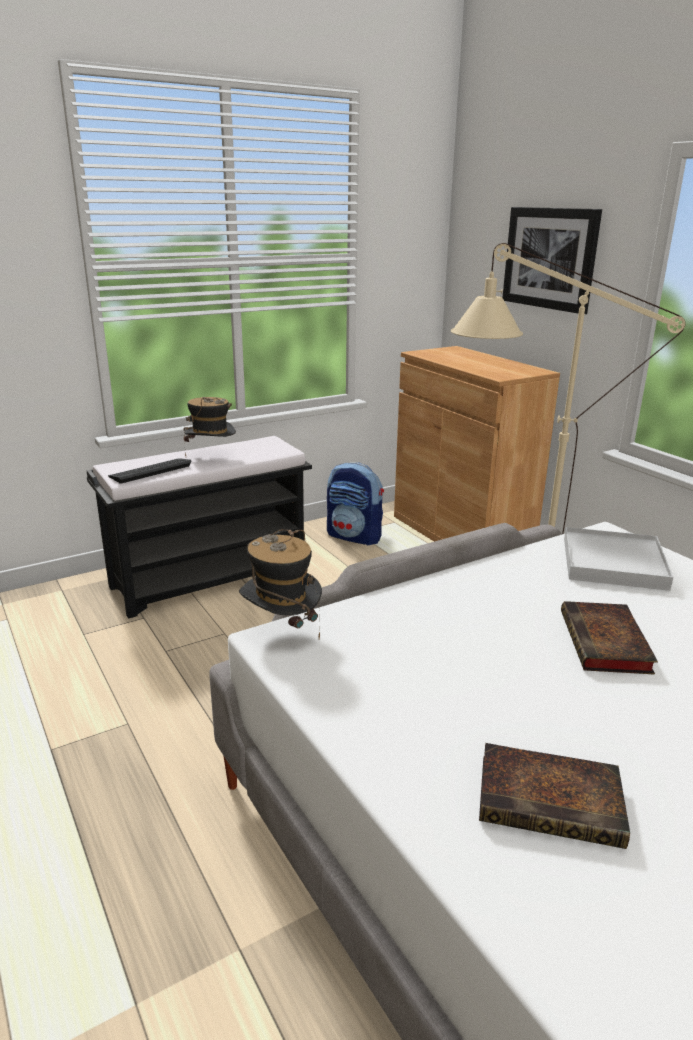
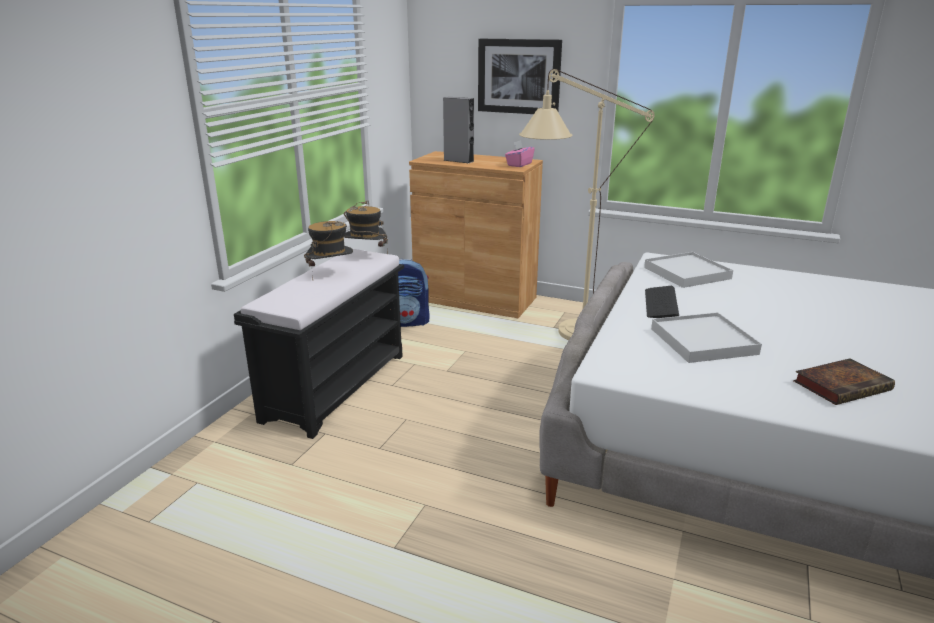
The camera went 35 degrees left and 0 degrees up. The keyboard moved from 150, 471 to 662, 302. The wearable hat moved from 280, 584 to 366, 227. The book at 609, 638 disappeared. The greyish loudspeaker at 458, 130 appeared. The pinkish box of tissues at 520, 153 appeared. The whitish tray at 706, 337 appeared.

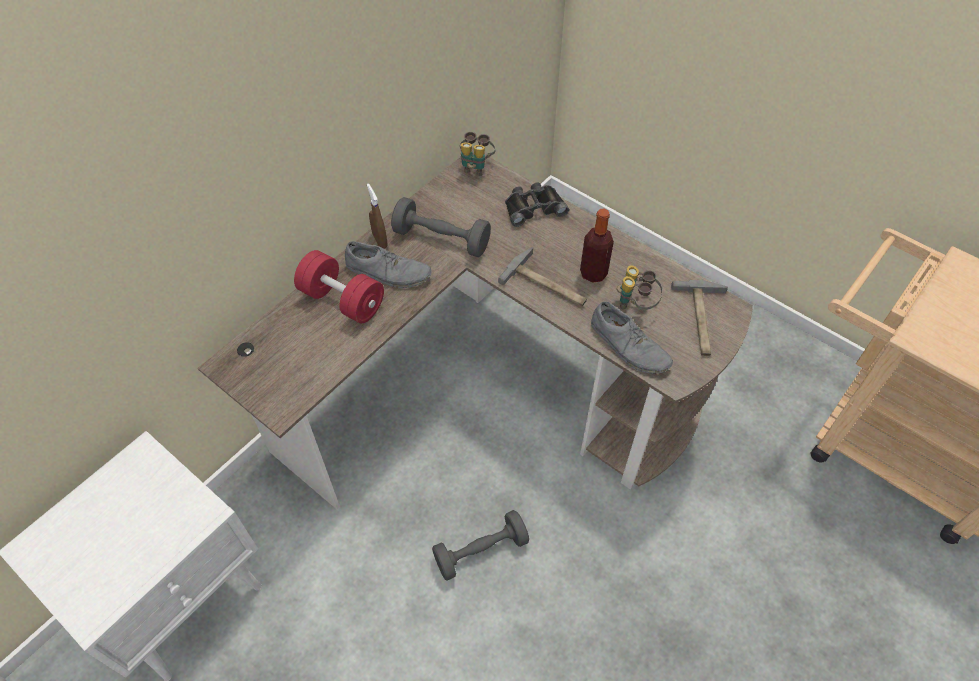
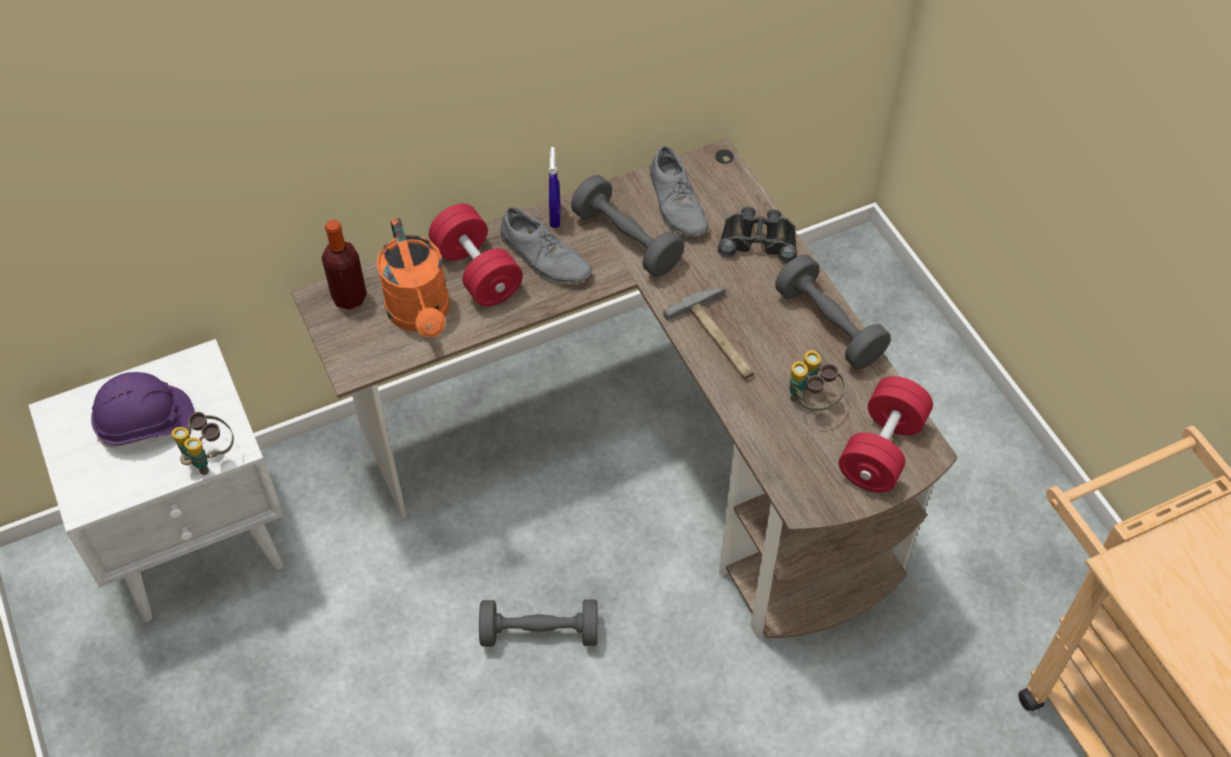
The camera went 25 degrees right and 0 degrees up. The brown-coloured spray bottle at 377, 216 became the blue-coloured spray bottle at 555, 187. The binoculars moved from 477, 154 to 202, 443. The beverage bottle moved from 597, 245 to 344, 265. The greyish shoe moved from 632, 337 to 679, 191. The tool hammer at 699, 318 was replaced by the red-coloured free weight at 886, 434. The purplish work helmet at 143, 409 appeared. The orange-coloured watering pot at 413, 278 appeared. The greyish free weight at 833, 312 appeared.

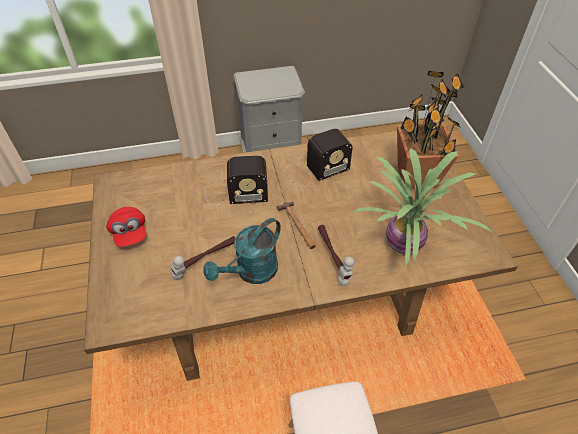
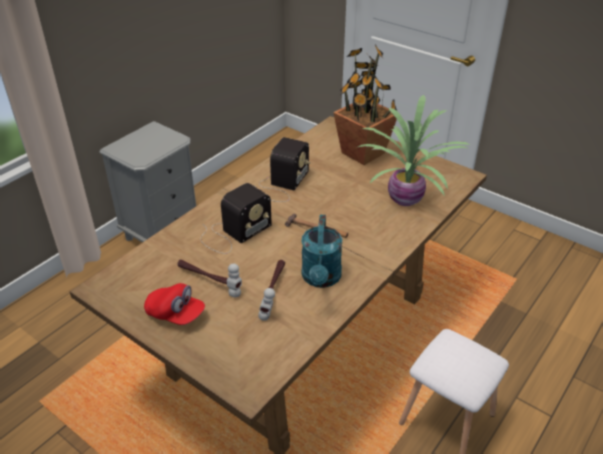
The camera went 40 degrees left and 10 degrees down. The tool hammer moved from 336, 255 to 209, 278.

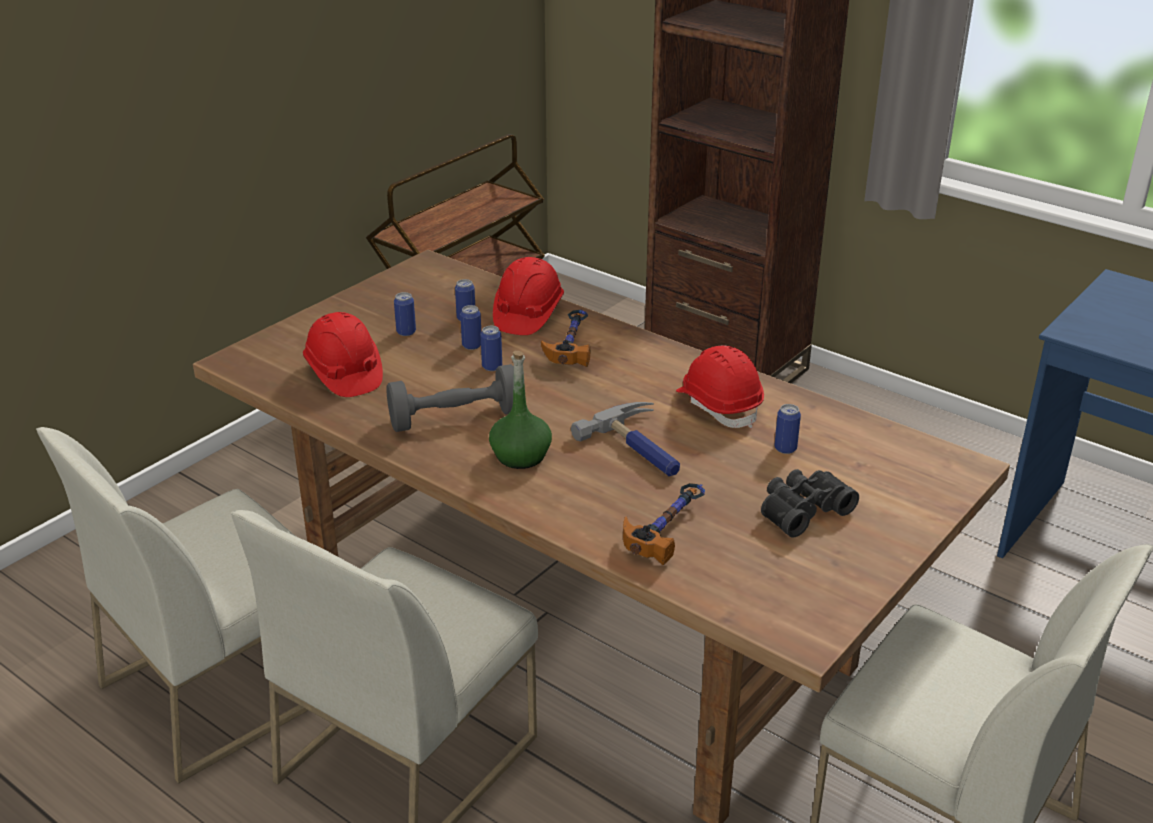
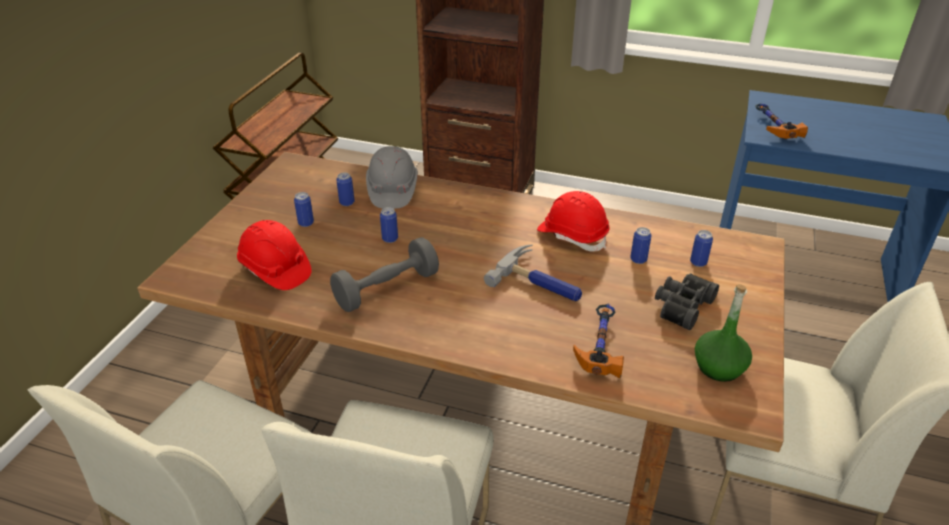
The camera went 20 degrees left and 5 degrees up. The metal can moved from 470, 327 to 701, 248. The greenish beverage bottle moved from 520, 410 to 723, 333. The red-coloured work helmet at 528, 296 became the greyish work helmet at 392, 177. The tool hammer moved from 565, 338 to 781, 121.

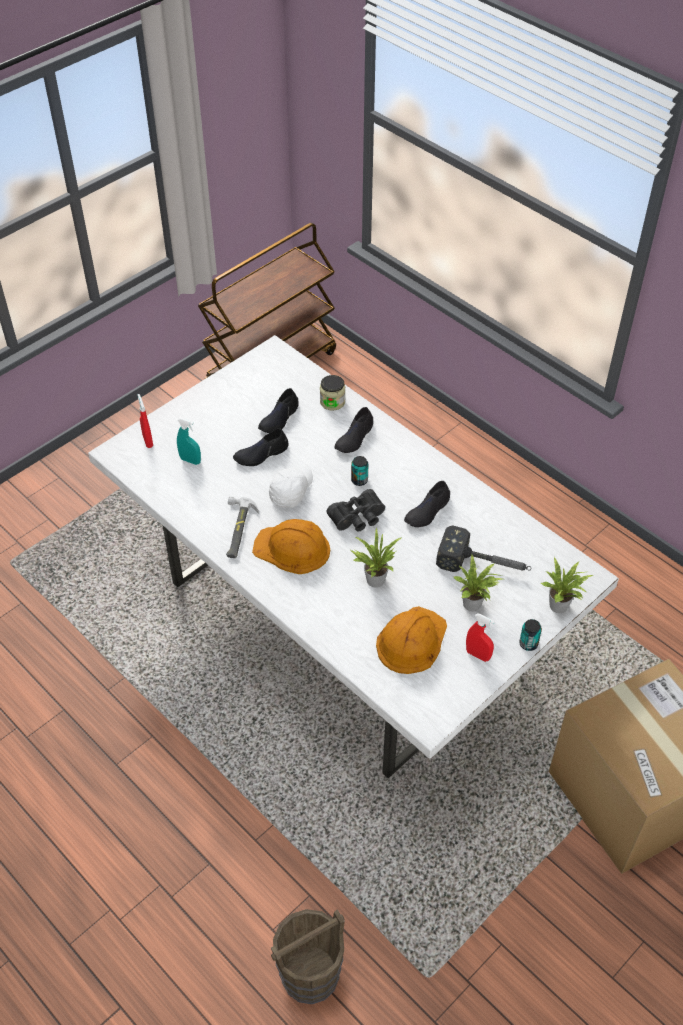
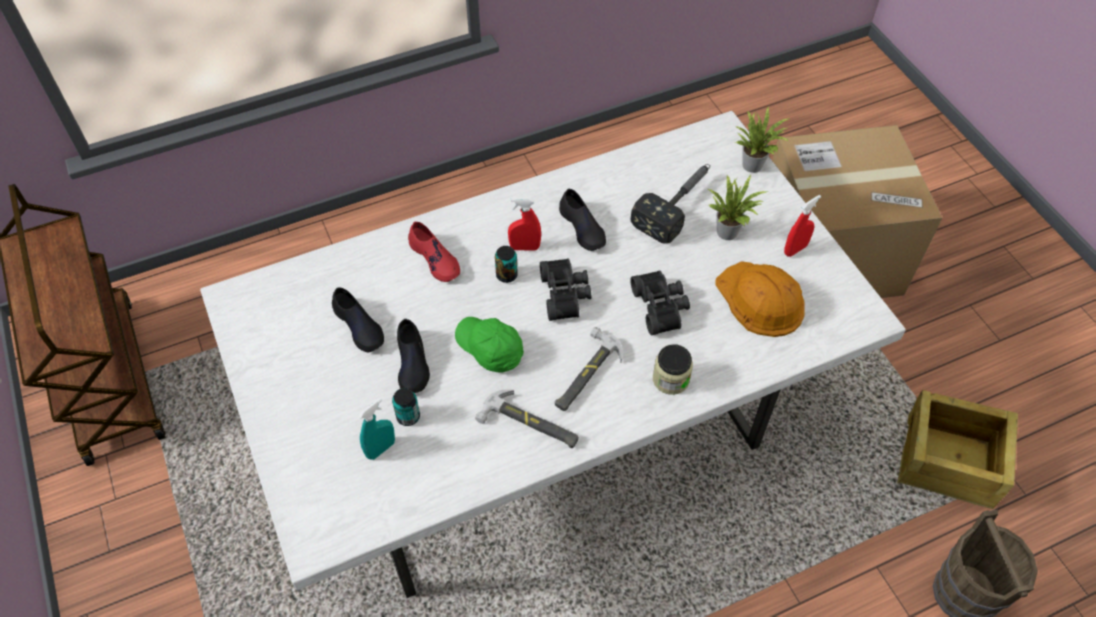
The camera went 70 degrees left and 5 degrees up. The red-coloured spray bottle moved from 145, 421 to 524, 224. The orange-coloured work helmet at 291, 546 was replaced by the tool hammer at 589, 369. The whitish cap at 291, 486 became the greenish cap at 489, 344. The jar moved from 332, 392 to 673, 369. The black-coloured shoe at 353, 430 became the red-coloured shoe at 434, 251. The potted plant at 375, 558 was replaced by the black-coloured binoculars at 660, 302. The metal can moved from 530, 635 to 406, 407. The crate at 957, 449 appeared.

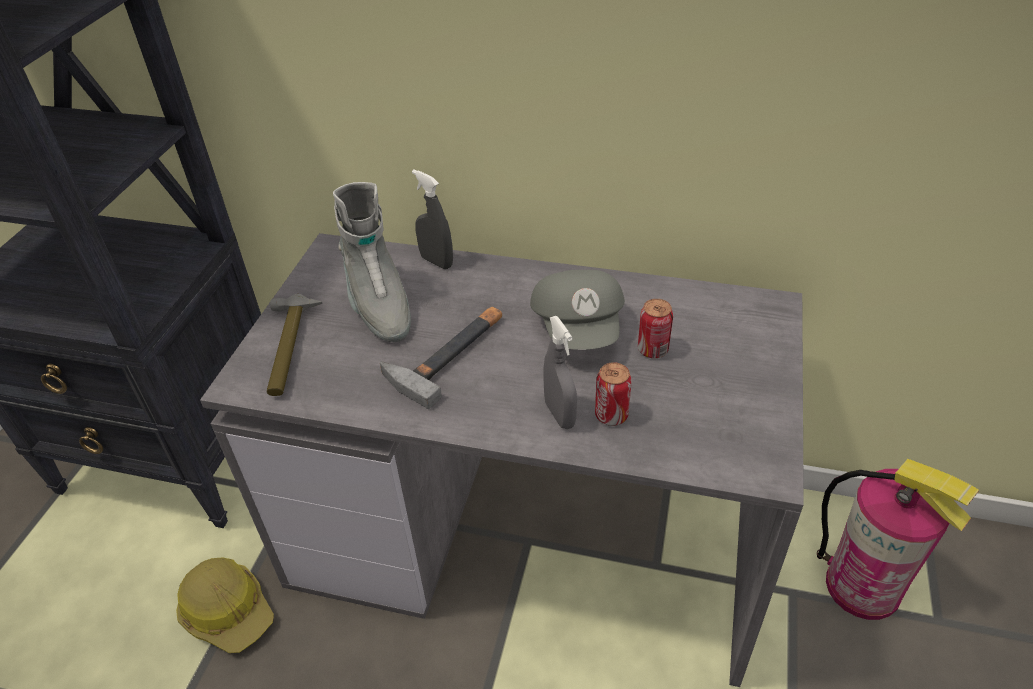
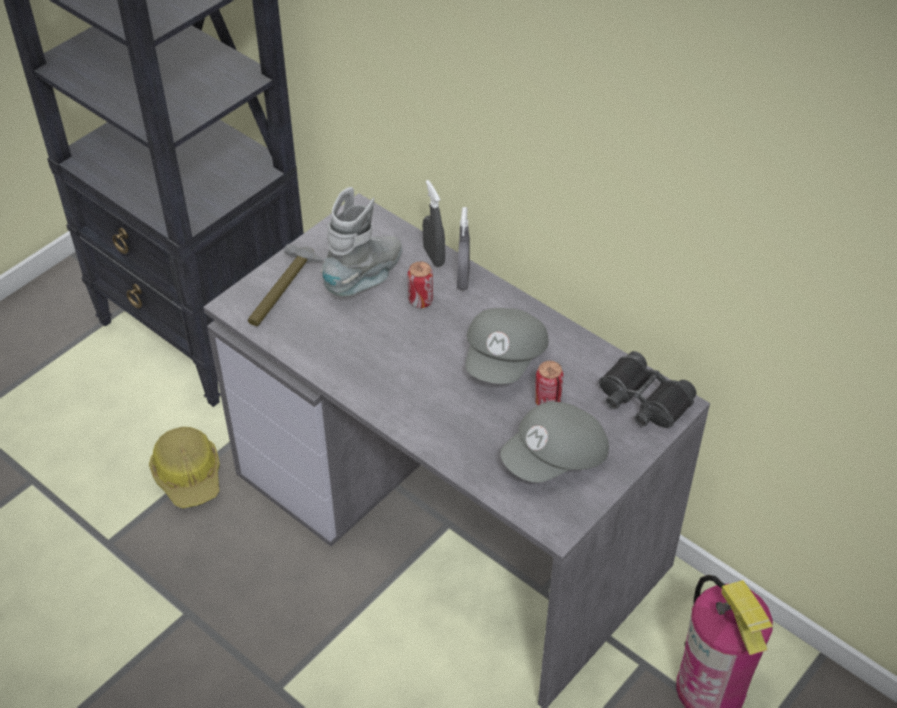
The camera went 25 degrees right and 5 degrees up. The greyish high-top boot at 372, 262 turned 150 degrees counterclockwise. The tool hammer at 441, 358 disappeared. The greyish spray bottle moved from 560, 372 to 463, 248. The metal can moved from 613, 394 to 420, 284. The greyish cap at 554, 442 appeared. The black-coloured binoculars at 647, 389 appeared.

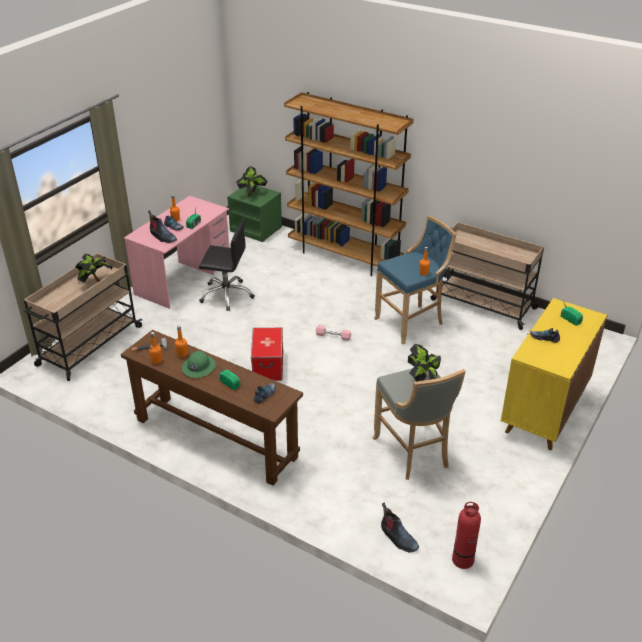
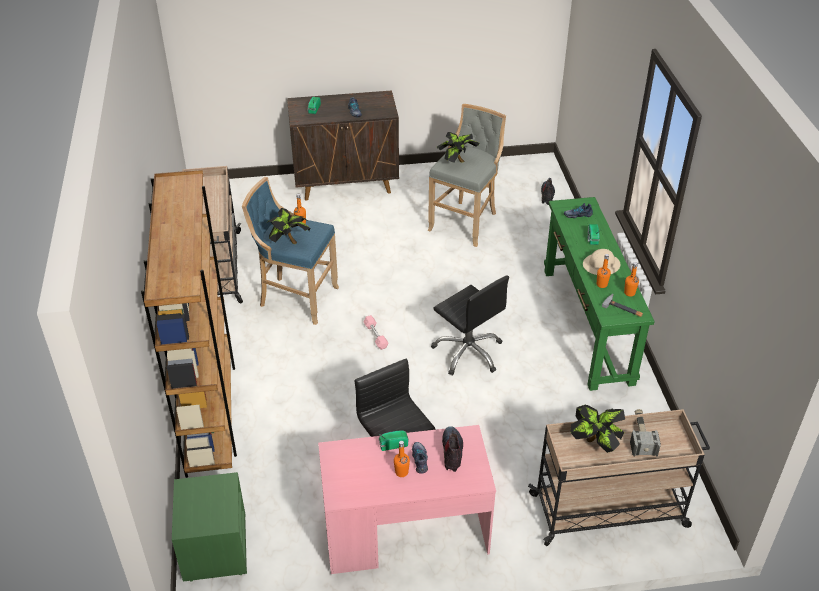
The camera went 130 degrees left and 5 degrees up. The brown-coloured narrow table at 212, 408 became the greenish narrow table at 599, 294. The greenish work helmet at 199, 364 became the beige-coloured work helmet at 601, 262. The potted plant moved from 251, 181 to 288, 226. The storage container at 267, 354 was replaced by the black-coloured office chair at 470, 326. The fire extinguisher at 466, 535 disappeared. The yellow-coloured cupboard at 554, 374 became the brown-coloured cupboard at 343, 145. The tool hammer at 645, 433 appeared.

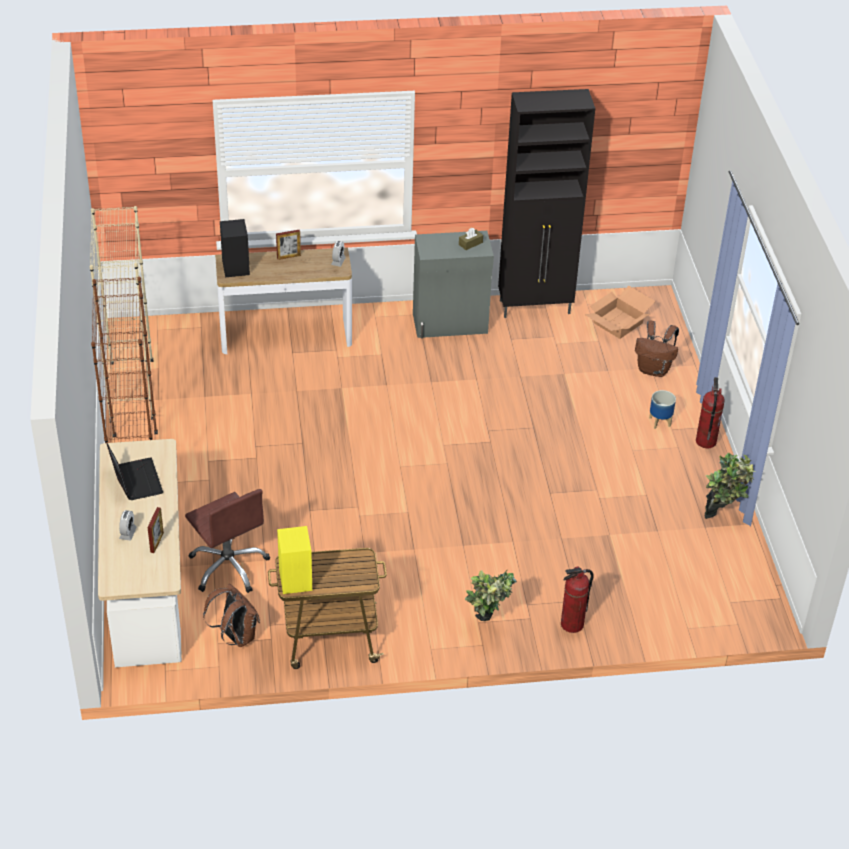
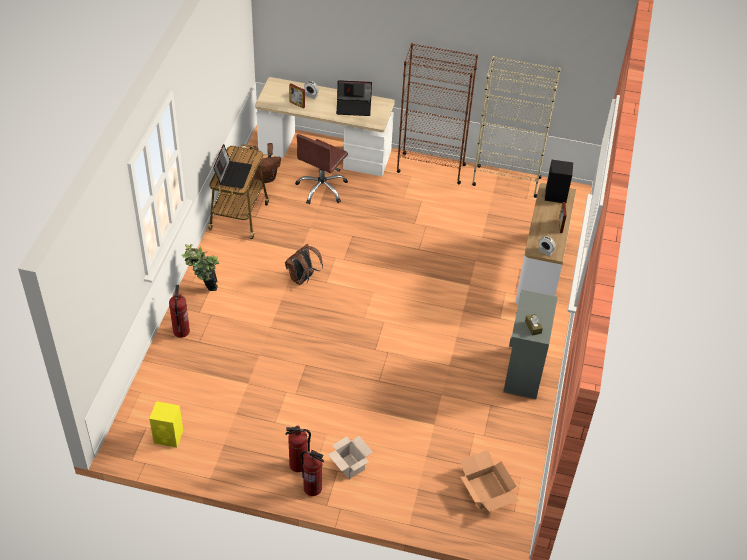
The camera went 110 degrees right and 5 degrees up. The brown-coloured office chair at 227, 541 turned 45 degrees counterclockwise. The yellow-coloured loudspeaker moved from 294, 560 to 166, 424. The black-coloured cupboard at 546, 203 disappeared. The brown-coloured backpack moved from 657, 349 to 304, 264. The plant pot at 662, 409 was replaced by the carton at 350, 457. The potted plant at 730, 486 disappeared. The notebook computer at 232, 166 appeared. The fire extinguisher at 298, 449 appeared.

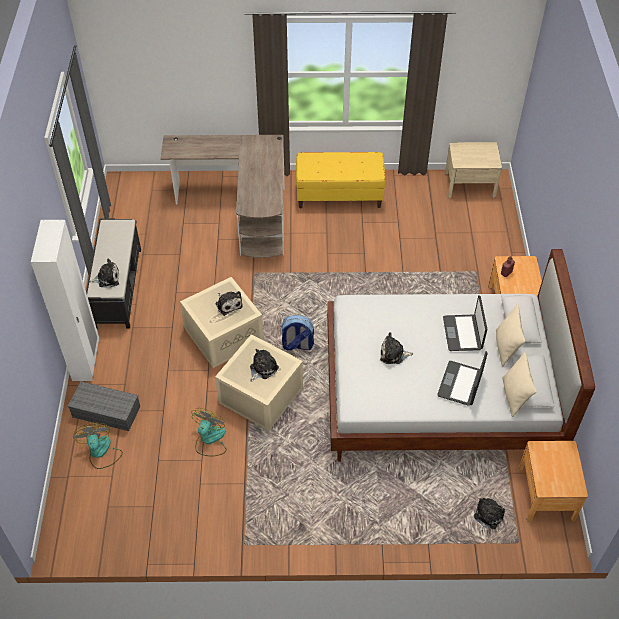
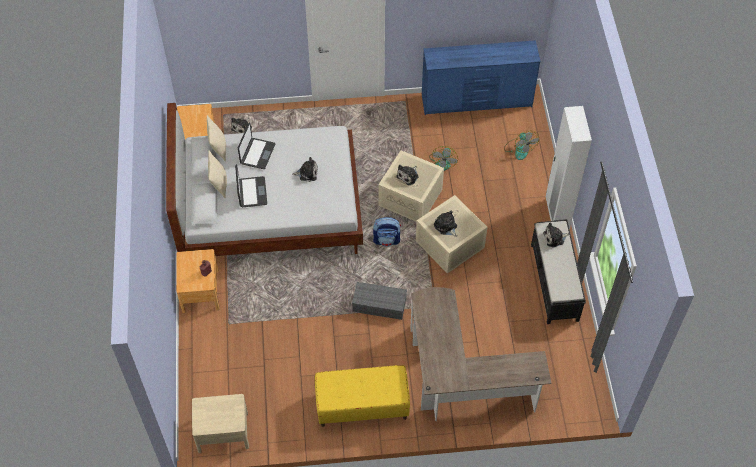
The camera went 175 degrees right and 5 degrees up. The greyish storage container moved from 104, 406 to 379, 301. The blue-coloured chest of drawers at 481, 77 appeared.

